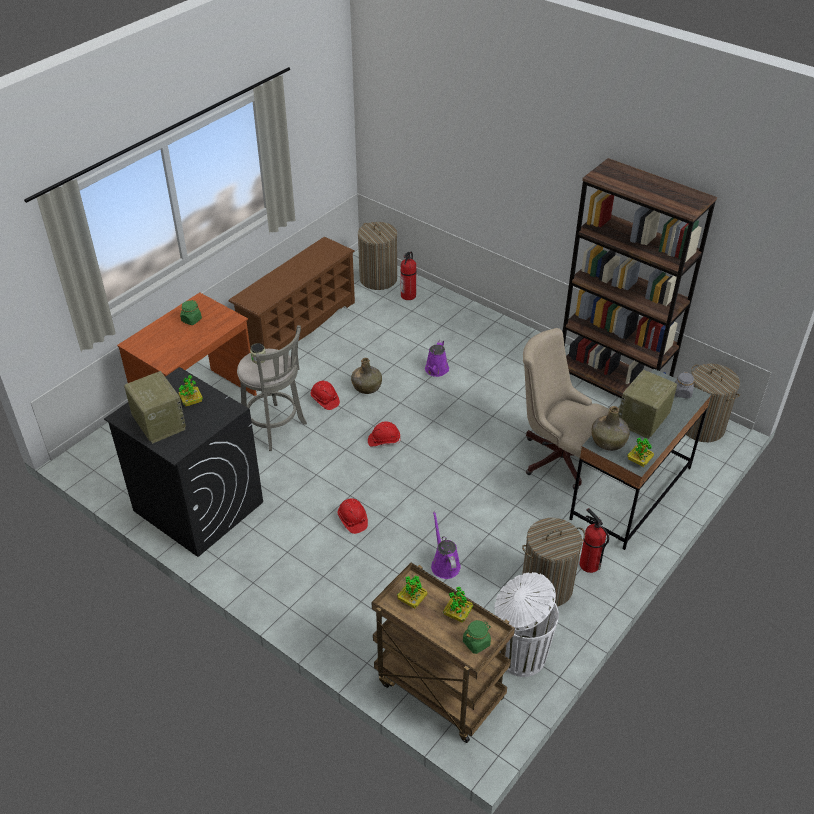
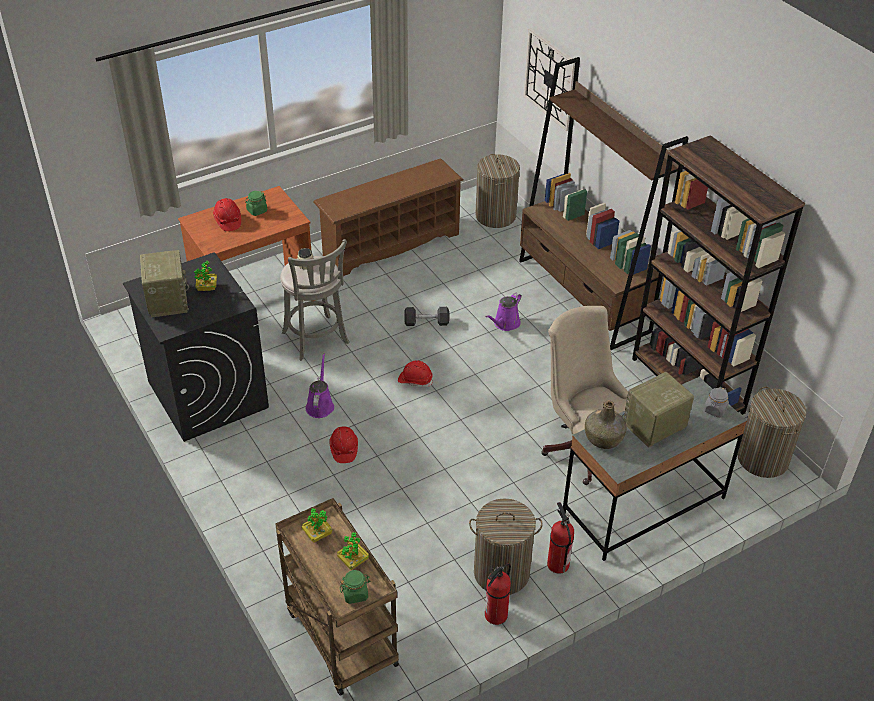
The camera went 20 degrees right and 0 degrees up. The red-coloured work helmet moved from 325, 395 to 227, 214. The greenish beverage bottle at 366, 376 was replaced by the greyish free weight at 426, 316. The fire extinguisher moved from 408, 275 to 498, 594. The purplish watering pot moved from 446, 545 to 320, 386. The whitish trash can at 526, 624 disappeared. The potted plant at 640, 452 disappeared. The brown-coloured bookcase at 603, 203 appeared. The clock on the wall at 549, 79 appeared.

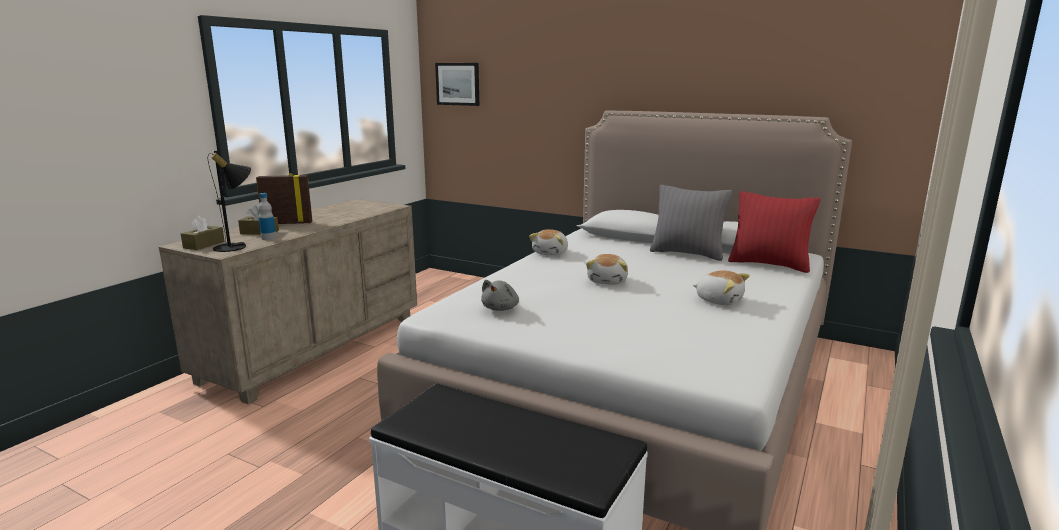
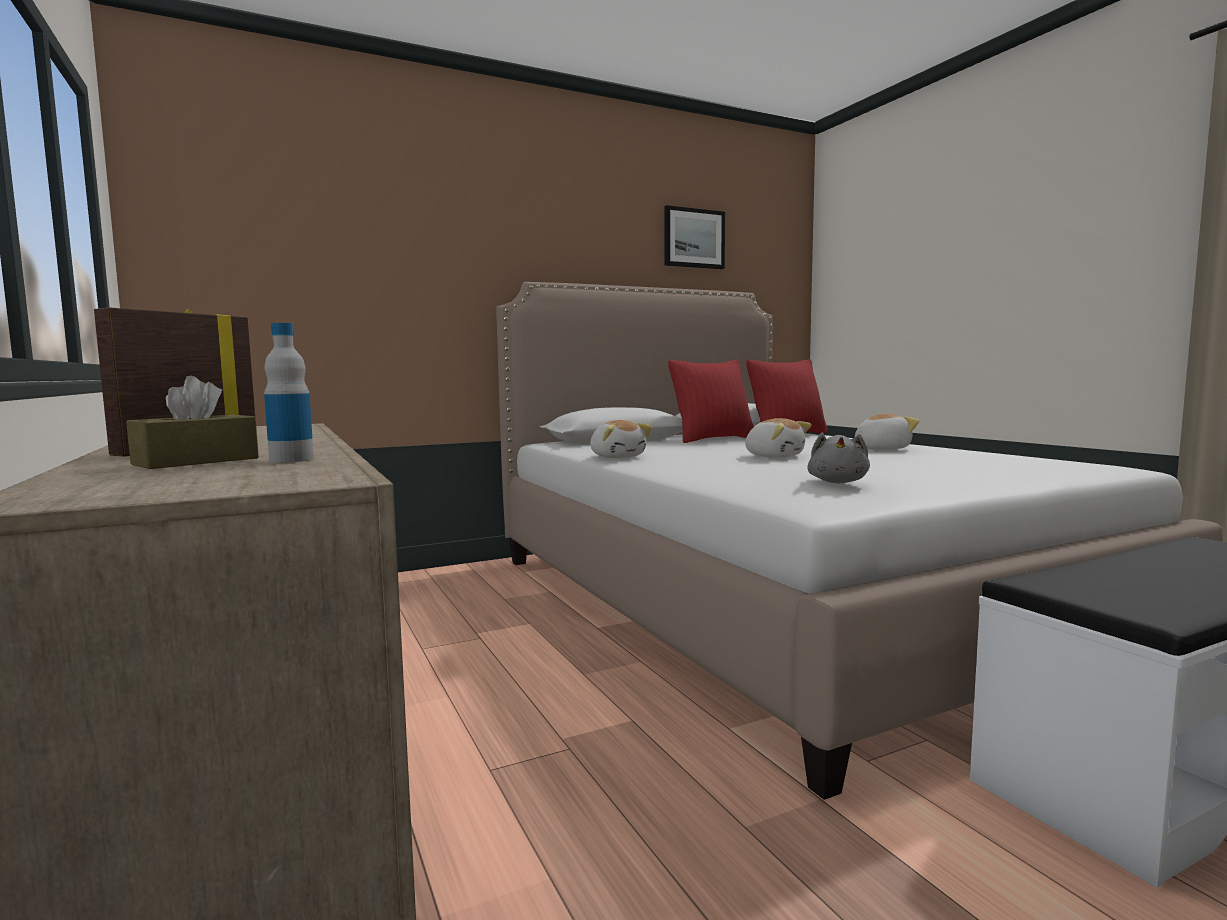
The camera went 55 degrees left and 10 degrees down. The brown-coloured box of tissues at 203, 233 disappeared. The black-coloured tabletop lamp at 229, 201 disappeared. The wall picture moved from 457, 84 to 694, 237. The greyish soft toy at 500, 295 turned 45 degrees clockwise. The greyish pillow at 691, 223 became the red-coloured pillow at 711, 401.

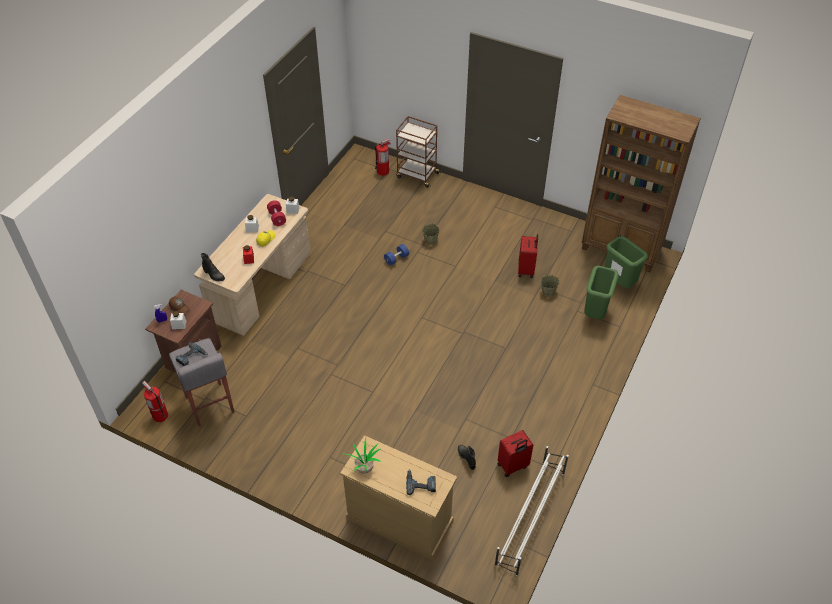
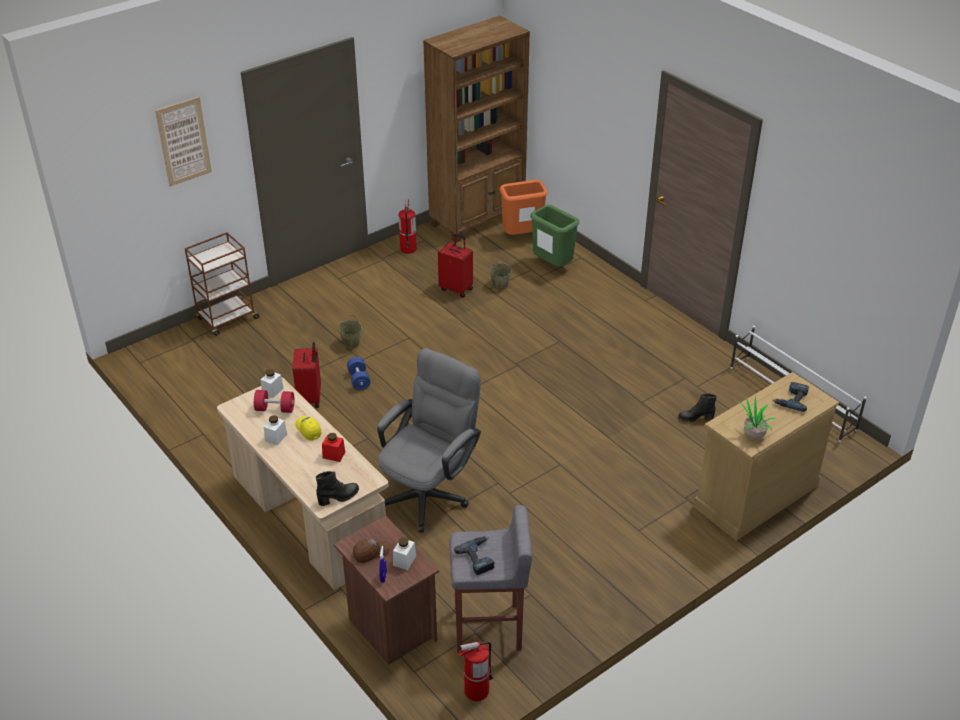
The camera went 65 degrees left and 10 degrees down. The fire extinguisher moved from 383, 157 to 408, 226. The red-coloured piece of luggage moved from 515, 453 to 307, 375. The greenish trash can at 626, 262 became the orange-coloured trash can at 524, 207. The wall picture at 183, 142 appeared. The greyish office chair at 429, 440 appeared.

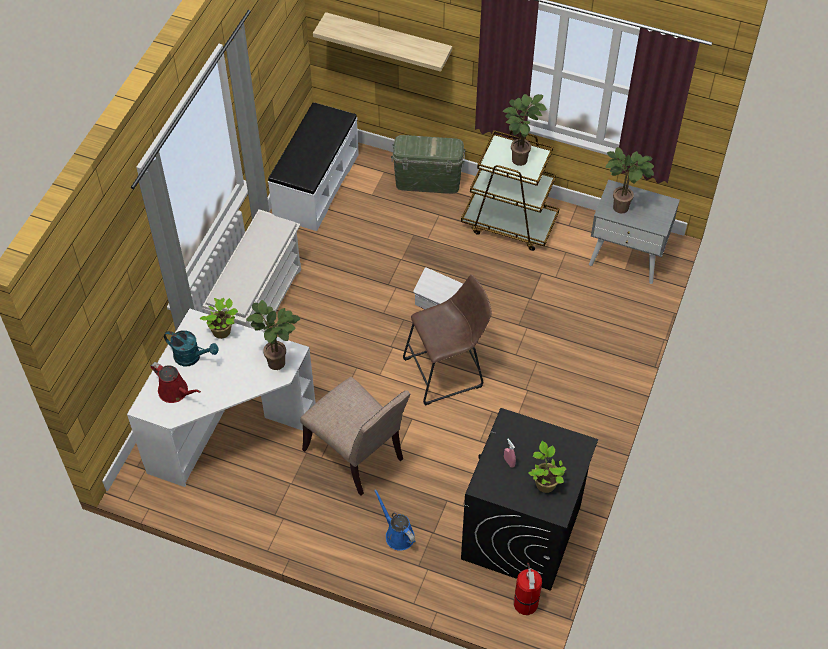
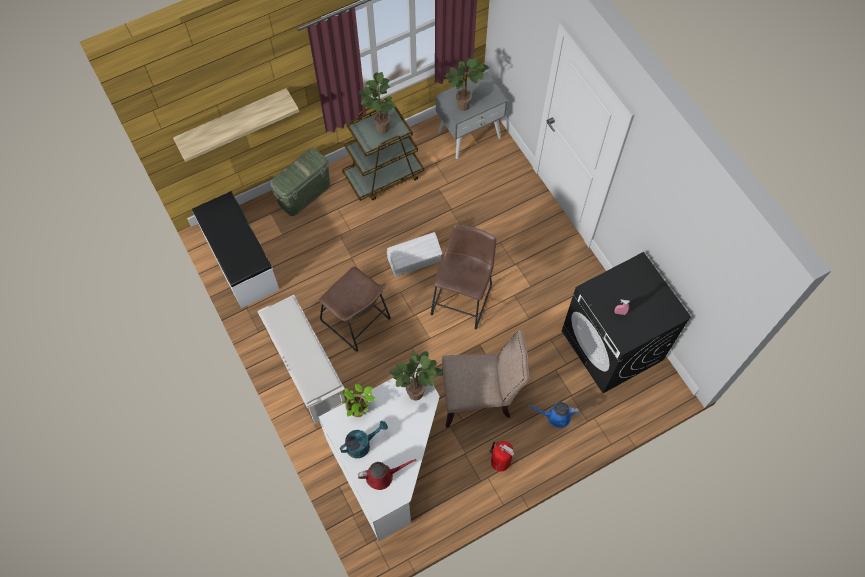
The camera went 50 degrees left and 10 degrees up. The fire extinguisher moved from 528, 589 to 502, 456. The potted plant at 547, 467 disappeared. The brown-coloured sitting stool at 355, 309 appeared.

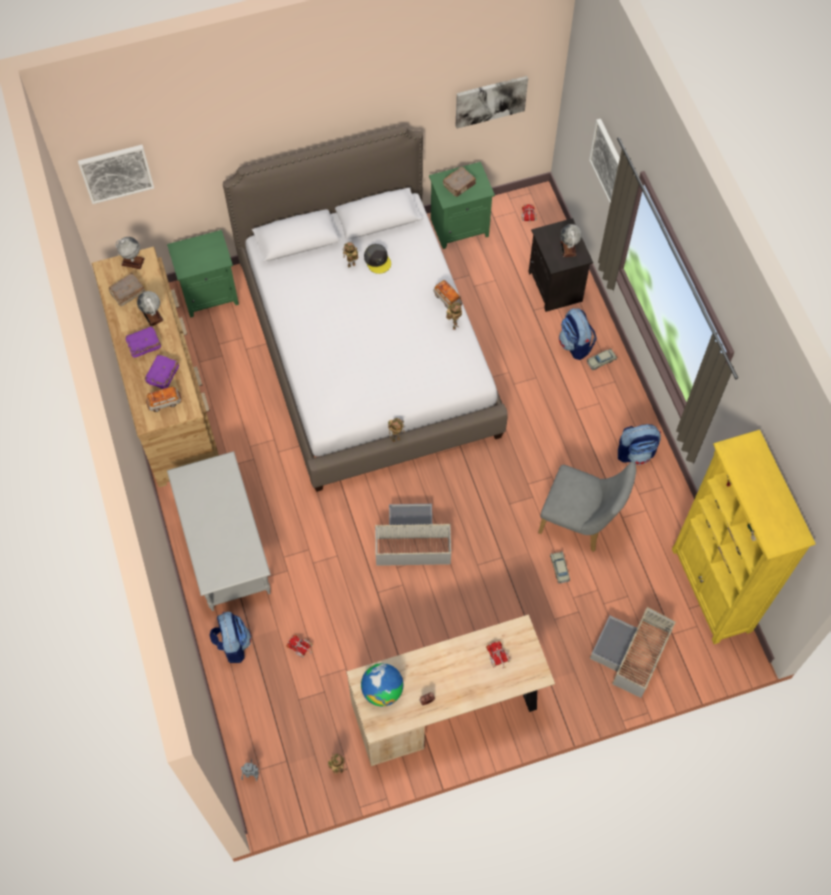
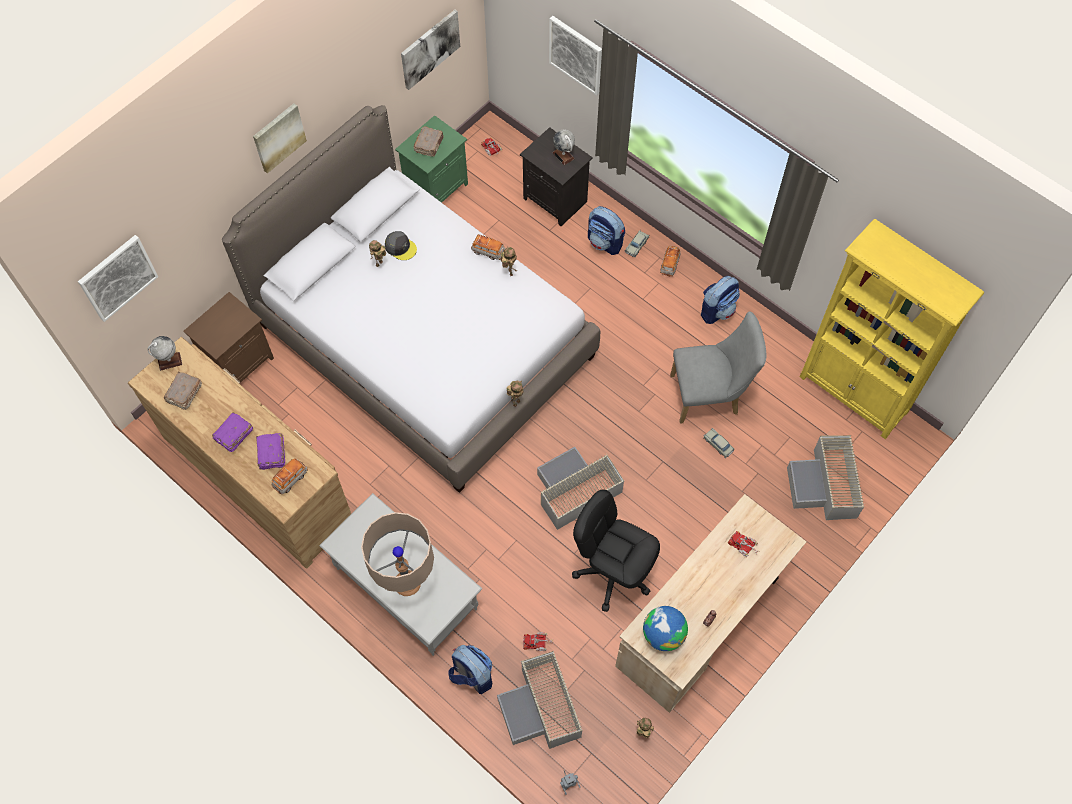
The camera went 30 degrees left and 0 degrees up. The world globe at 150, 308 disappeared. The greenish nightstand at 203, 274 became the brown-coloured nightstand at 228, 337. The wall picture at 280, 138 appeared. The beige-coloured tabletop lamp at 397, 554 appeared. The greyish storage container at 539, 700 appeared. The black-coloured office chair at 616, 550 appeared. The model car at 670, 261 appeared.

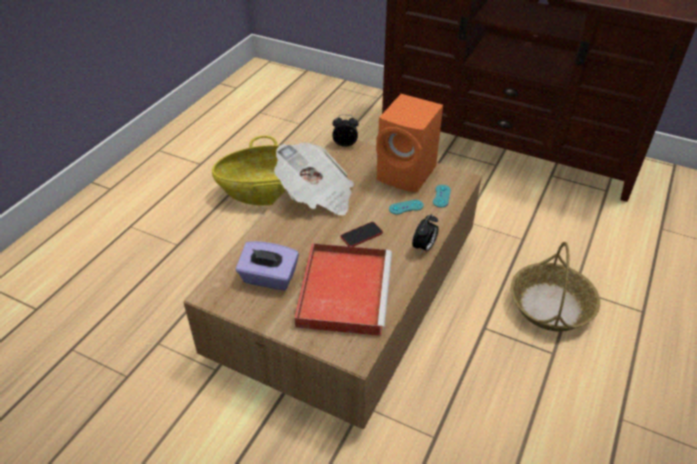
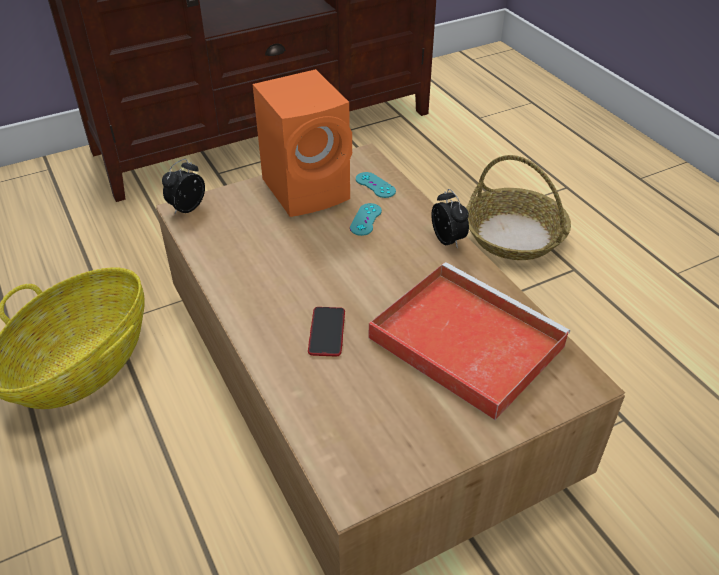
The camera went 55 degrees left and 0 degrees up. The purplish box of tissues at 267, 266 disappeared. The printed paper at 314, 179 disappeared. The telephone moved from 361, 234 to 326, 331.

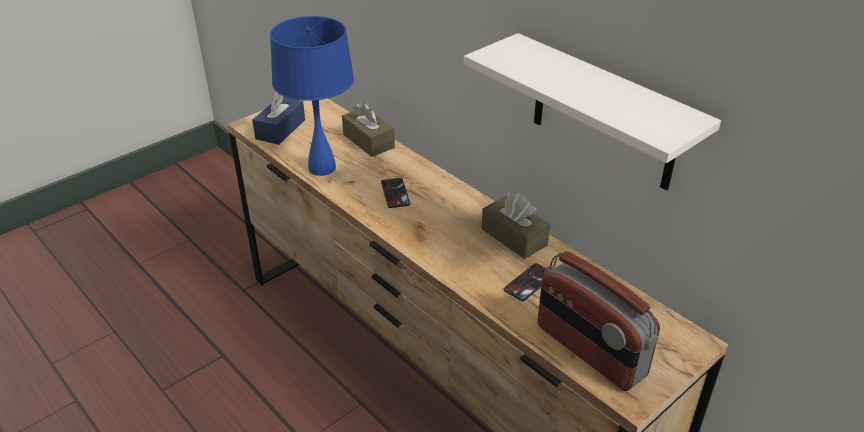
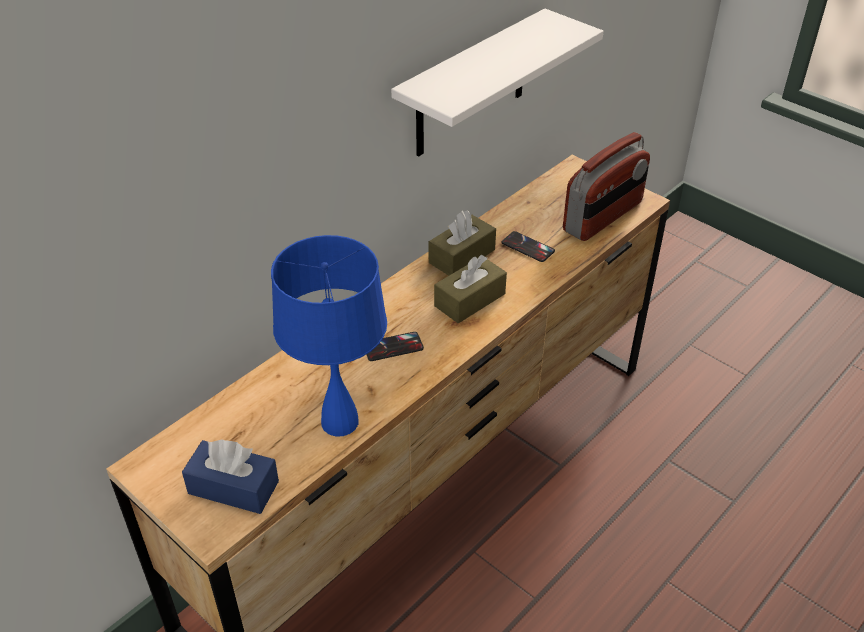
The camera went 95 degrees left and 5 degrees up. The brown-coloured box of tissues moved from 368, 129 to 470, 289.

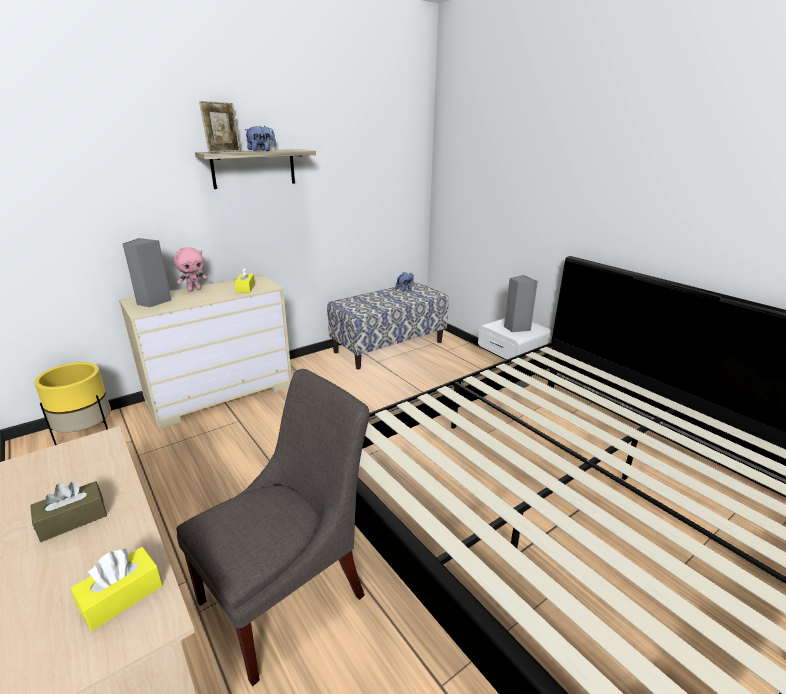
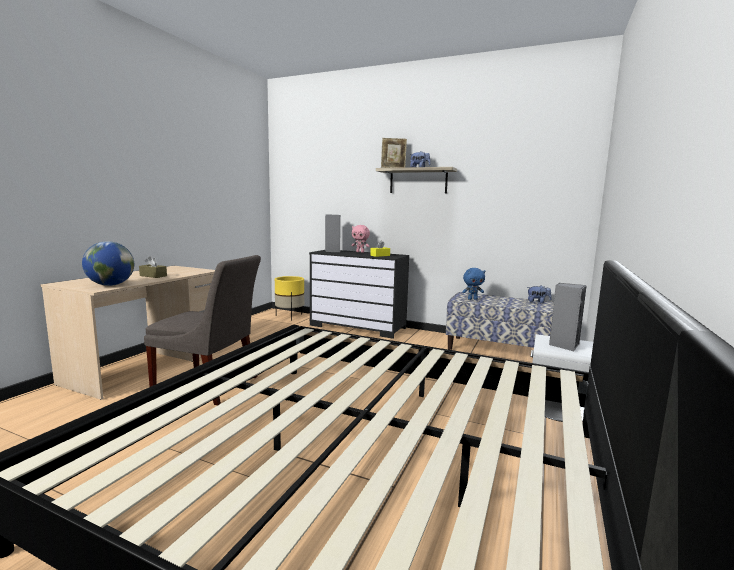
The camera went 60 degrees right and 15 degrees down. The yellow-coloured box of tissues at 117, 589 was replaced by the world globe at 108, 263. The beige-coloured chest of drawers at 205, 351 became the black-coloured chest of drawers at 359, 294. The blue-coloured soft toy at 473, 284 appeared.

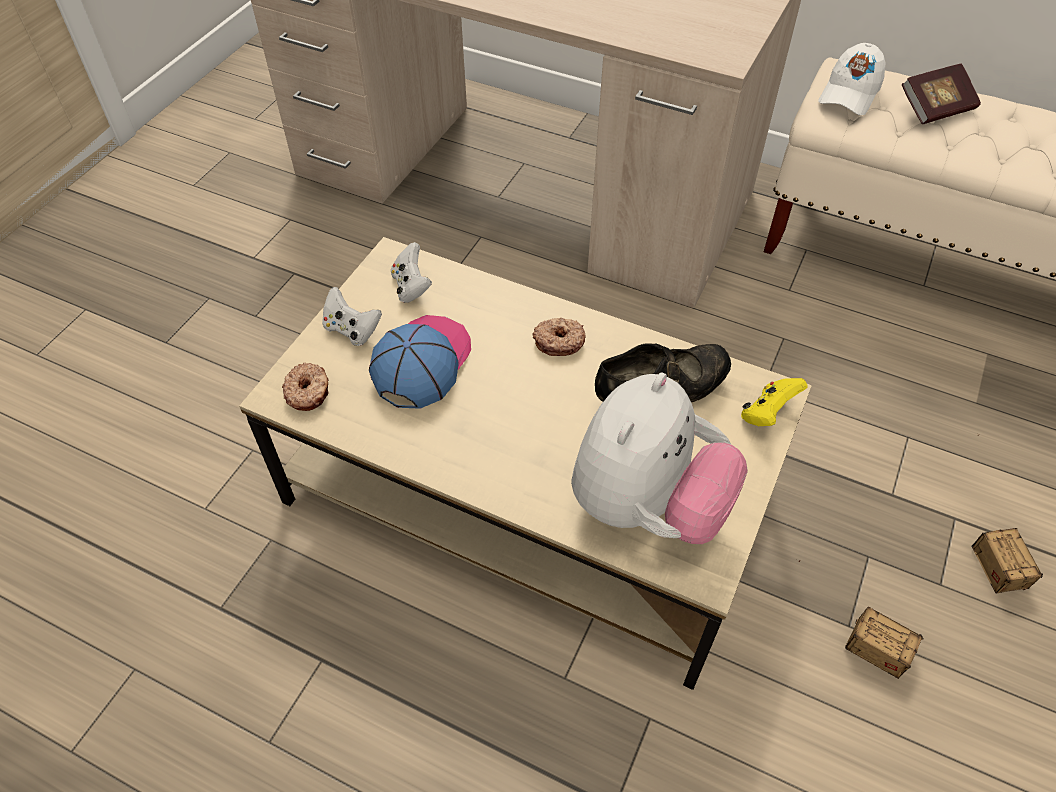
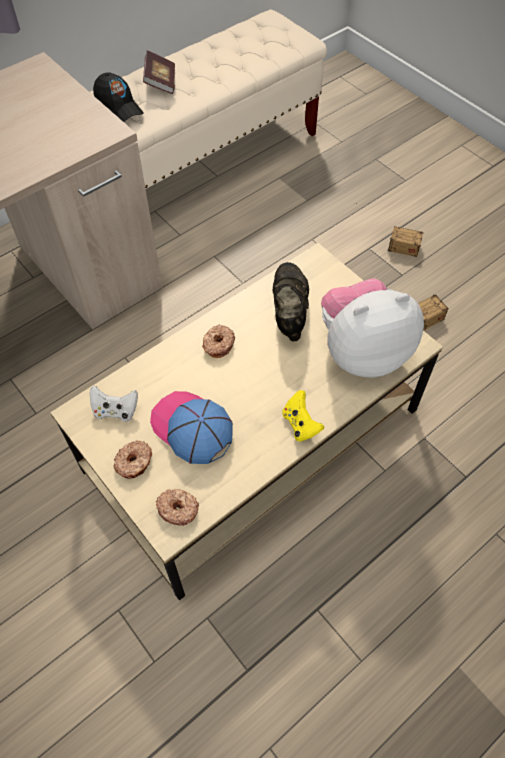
The camera went 65 degrees left and 5 degrees up. The whitish game controller at 352, 316 was replaced by the ring doughnut at 133, 459. The soft toy at 659, 458 turned 75 degrees counterclockwise. The yellow-coloured game controller moved from 774, 402 to 303, 416. The whitish cap at 851, 79 became the black-coloured cap at 118, 97.

